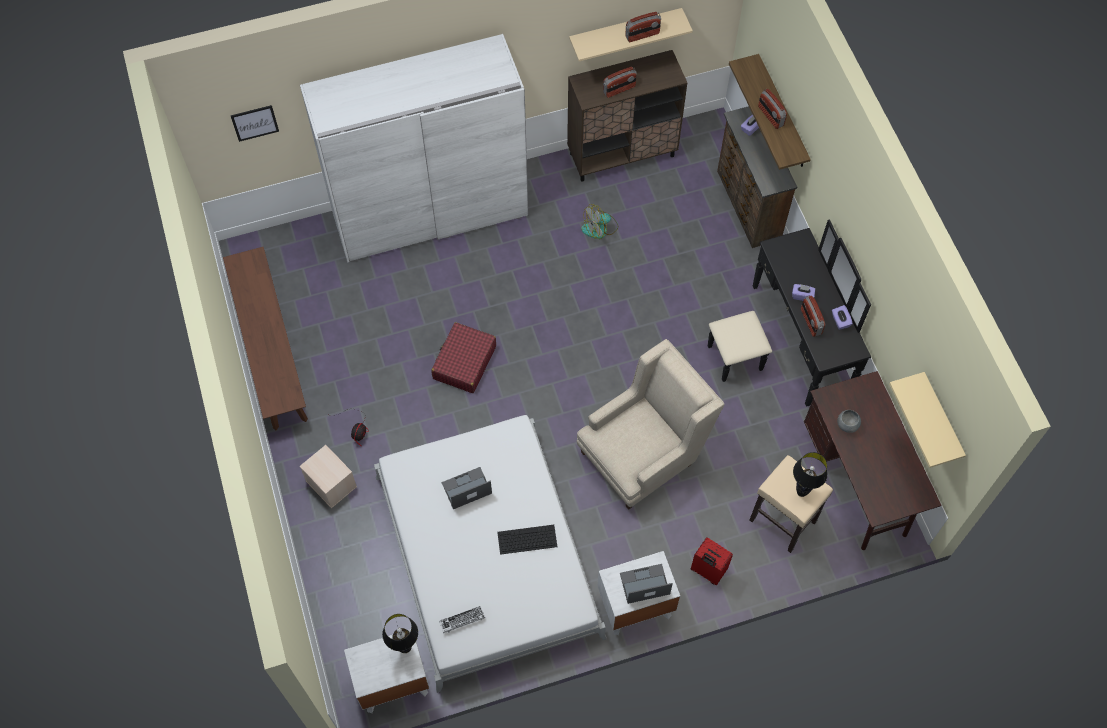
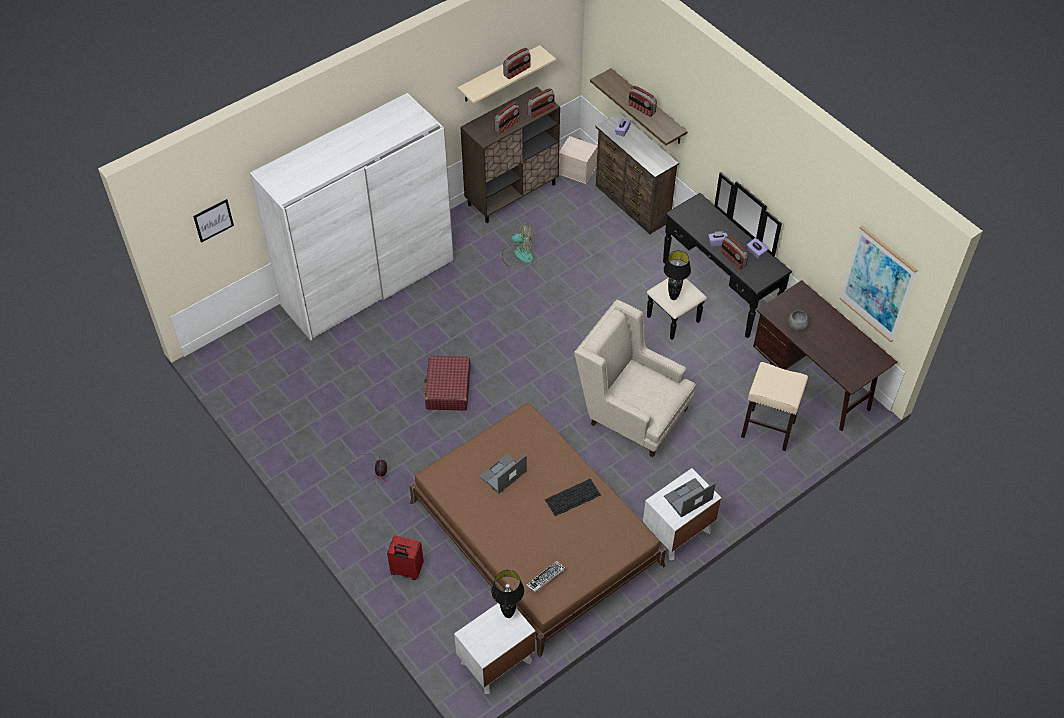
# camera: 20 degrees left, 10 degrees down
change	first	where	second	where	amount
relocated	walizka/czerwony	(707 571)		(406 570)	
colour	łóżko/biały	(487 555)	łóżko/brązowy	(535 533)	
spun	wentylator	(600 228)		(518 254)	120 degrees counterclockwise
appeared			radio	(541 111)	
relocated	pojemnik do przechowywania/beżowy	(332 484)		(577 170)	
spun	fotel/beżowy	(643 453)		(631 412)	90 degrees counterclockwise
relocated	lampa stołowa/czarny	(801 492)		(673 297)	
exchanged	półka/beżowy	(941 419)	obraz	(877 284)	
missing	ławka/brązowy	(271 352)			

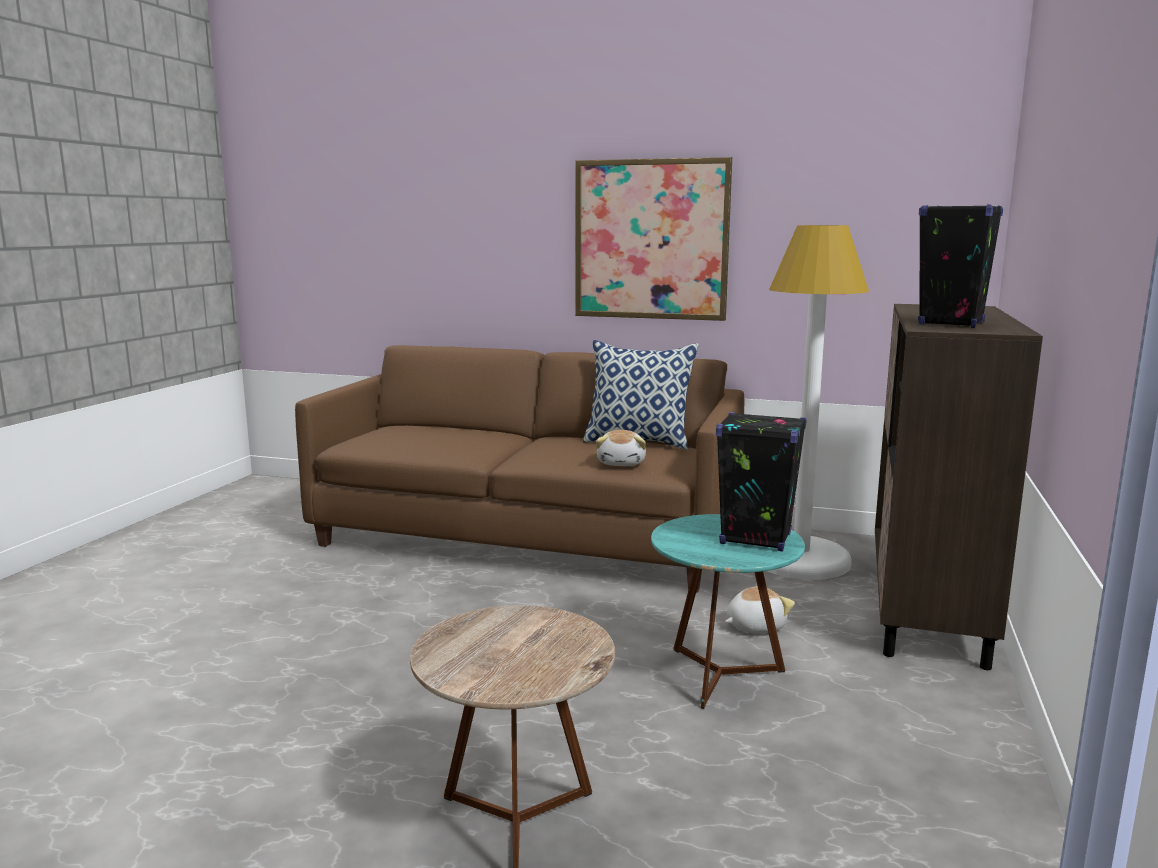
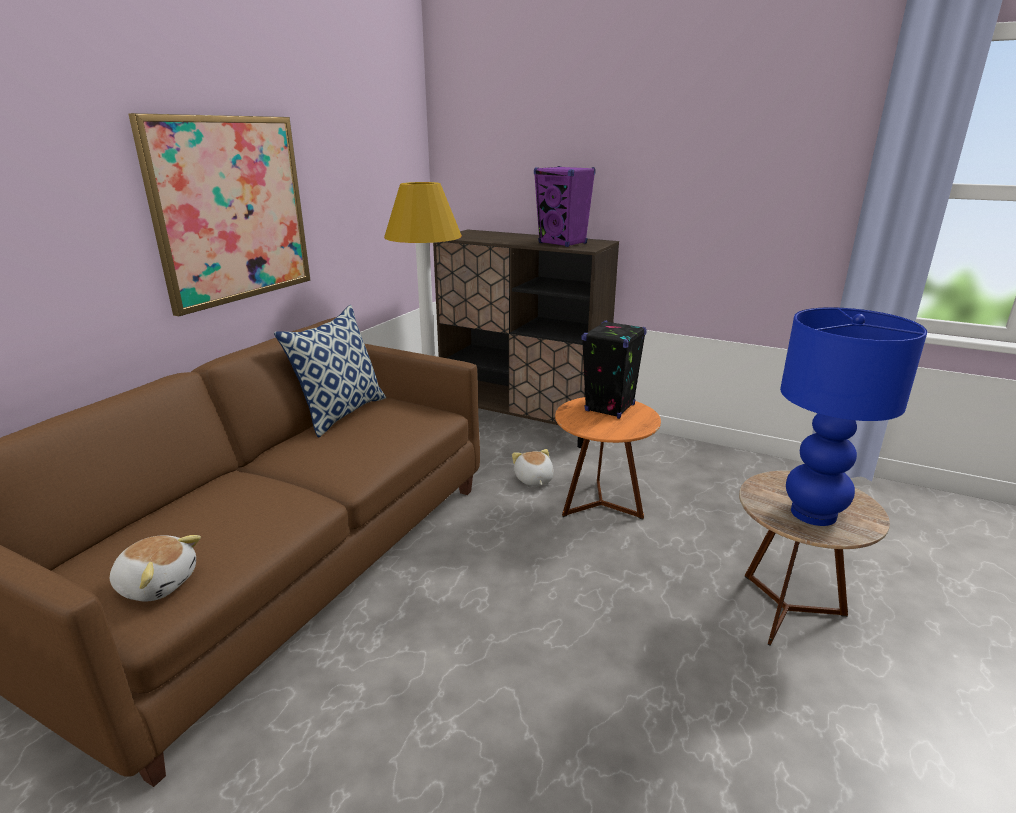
# camera: 80 degrees left, 10 degrees up
change	first	where	second	where	amount
relocated	pluszak	(622 463)		(158 583)	
colour	głośnik/czarny	(951 323)	głośnik/fioletowy	(563 243)	
colour	stolik/turkusowy	(721 675)	stolik/pomarańczowy	(601 505)	
appeared			lampa stołowa/niebieski	(814 514)	

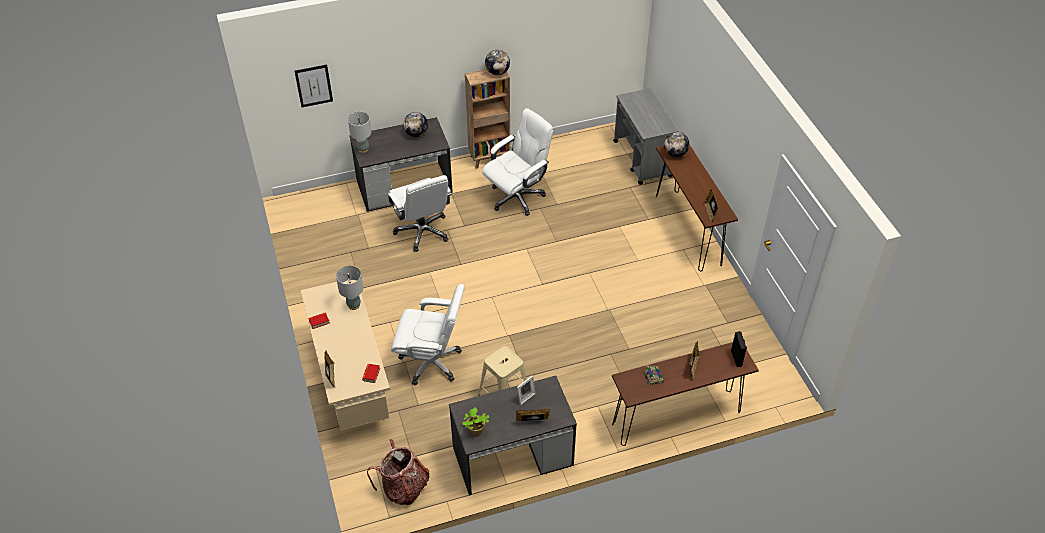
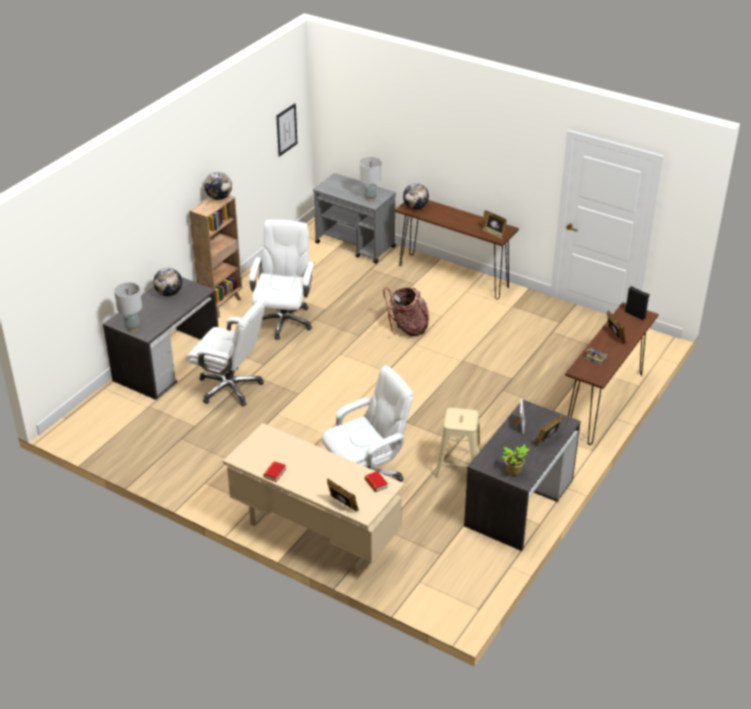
# camera: 40 degrees left, 10 degrees down
change	first	where	second	where	amount
relocated	obraz	(314 85)		(286 129)	
relocated	lampa stołowa/szary	(354 305)		(370 198)	
relocated	plecak	(404 488)		(407 328)	

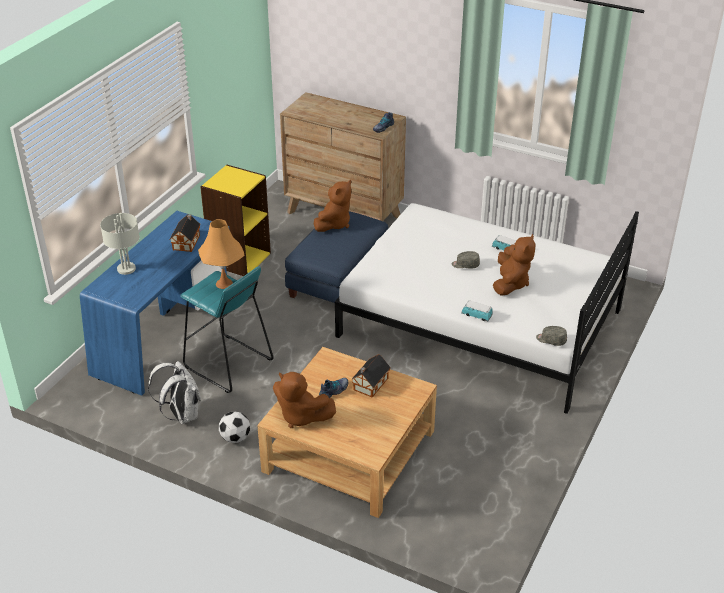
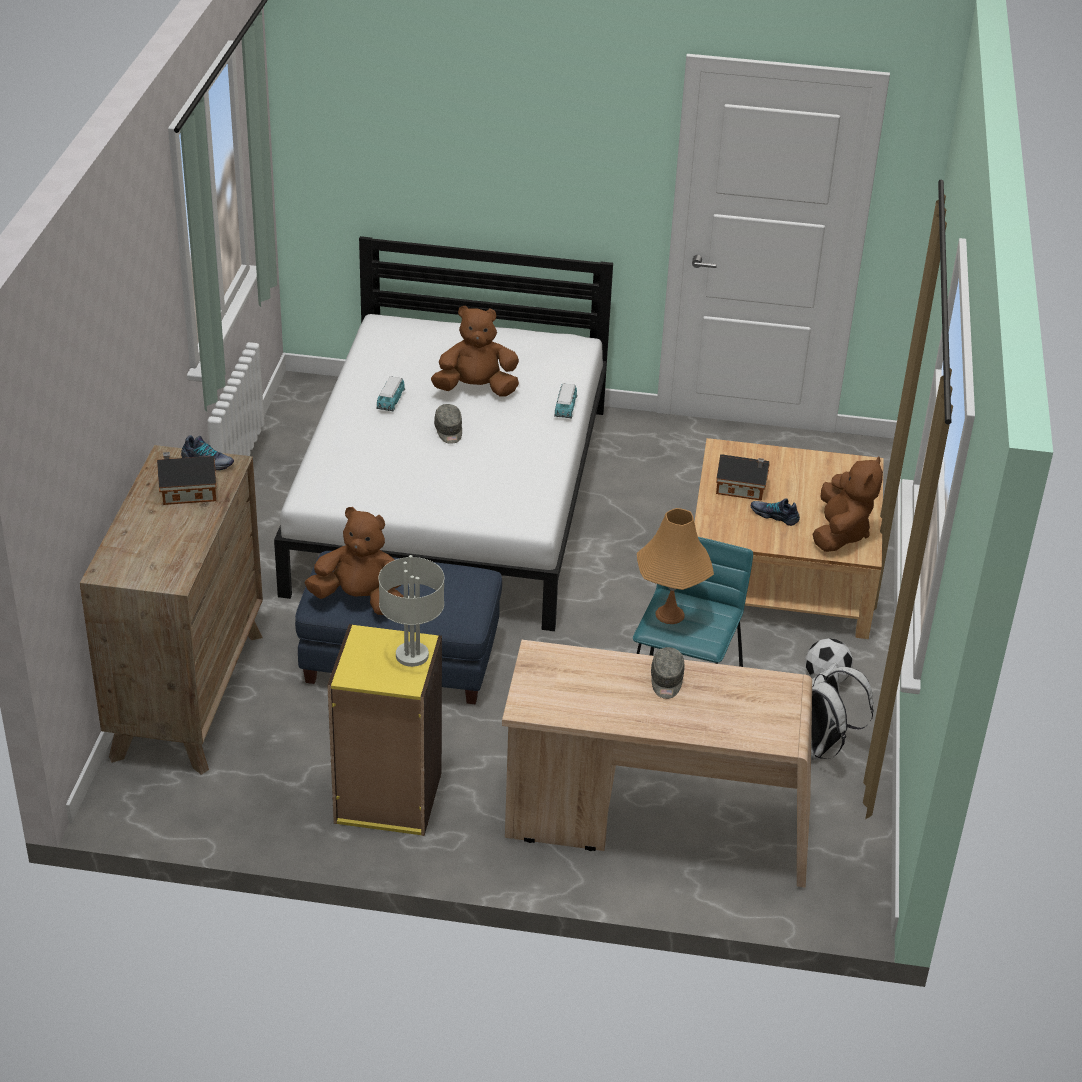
# camera: 110 degrees left, 0 degrees up
change	first	where	second	where	amount
relocated	domek	(187 242)		(186 492)	
relocated	lampa stołowa/szary	(126 269)		(413 656)	
colour	biurko/niebieski	(165 337)	biurko/beżowy	(656 826)	
relocated	czapka z daszkiem/szary	(551 340)		(666 681)	

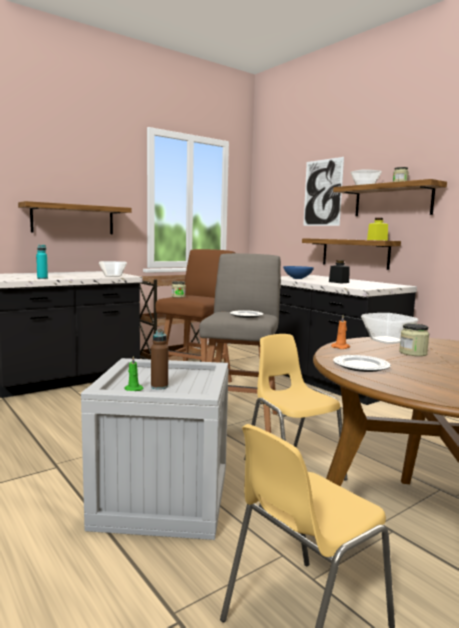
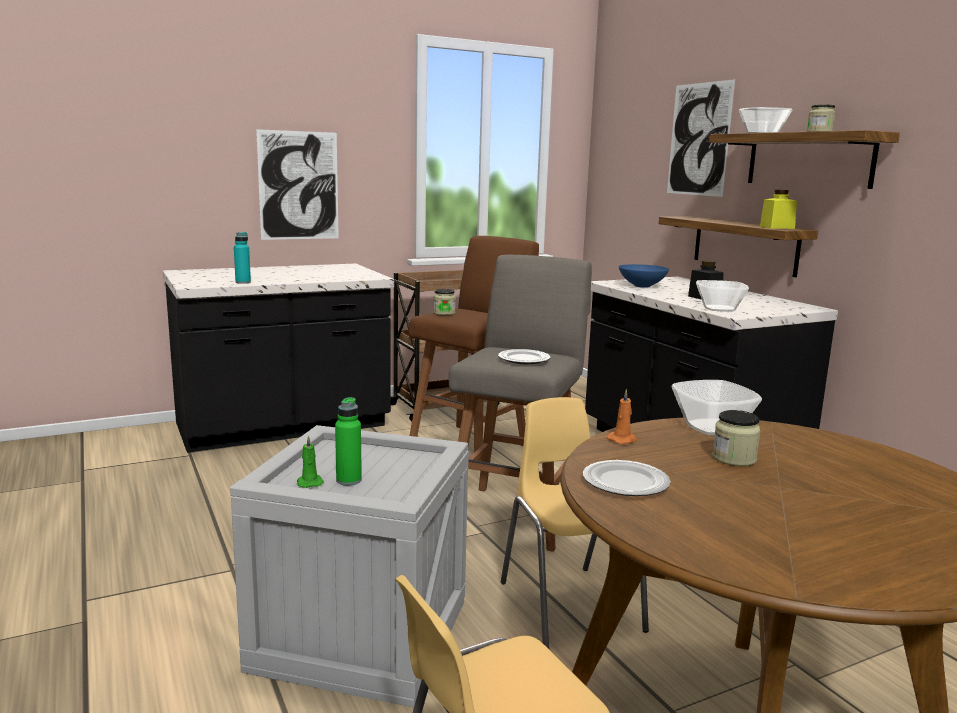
# camera: 10 degrees right, 5 degrees up
change	first	where	second	where	amount
exchanged	półka	(73 219)	obraz	(298 186)	
colour	butelka/brązowy	(159 387)	butelka/zielony	(348 480)	
relocated	miska	(113 276)		(720 309)	

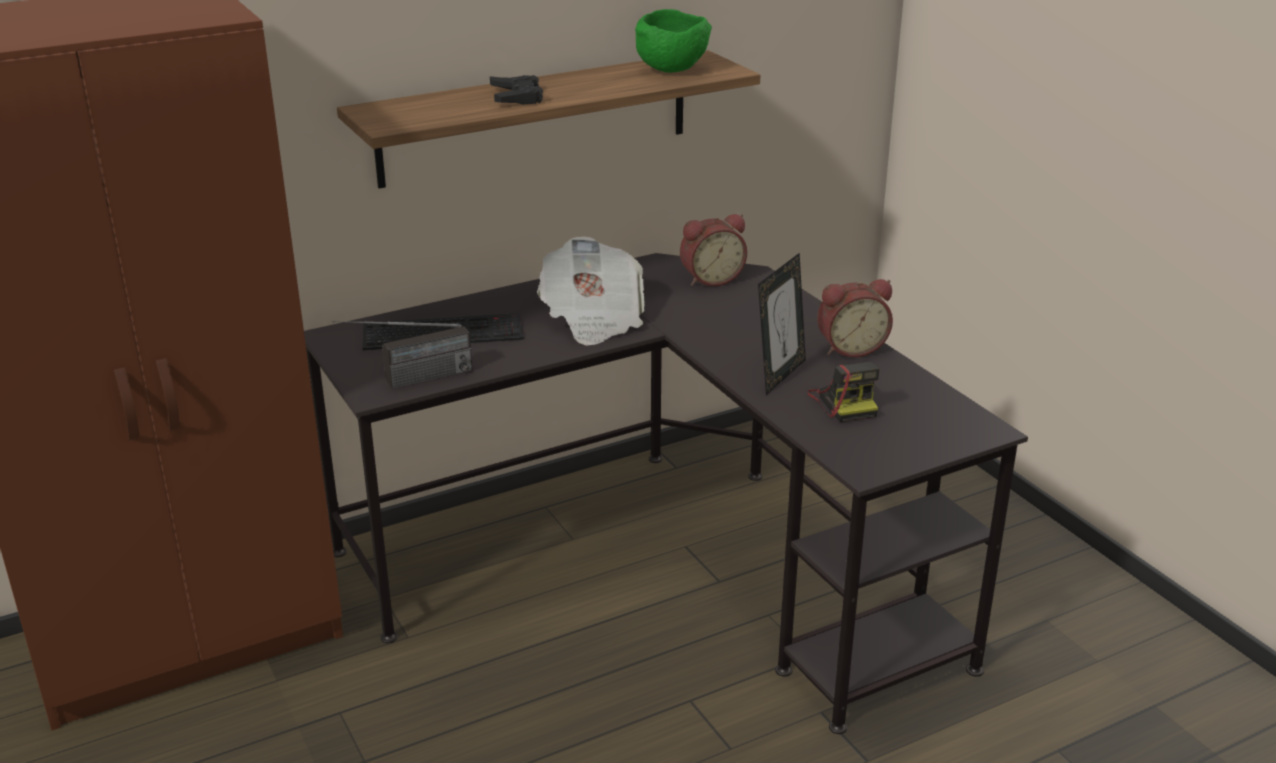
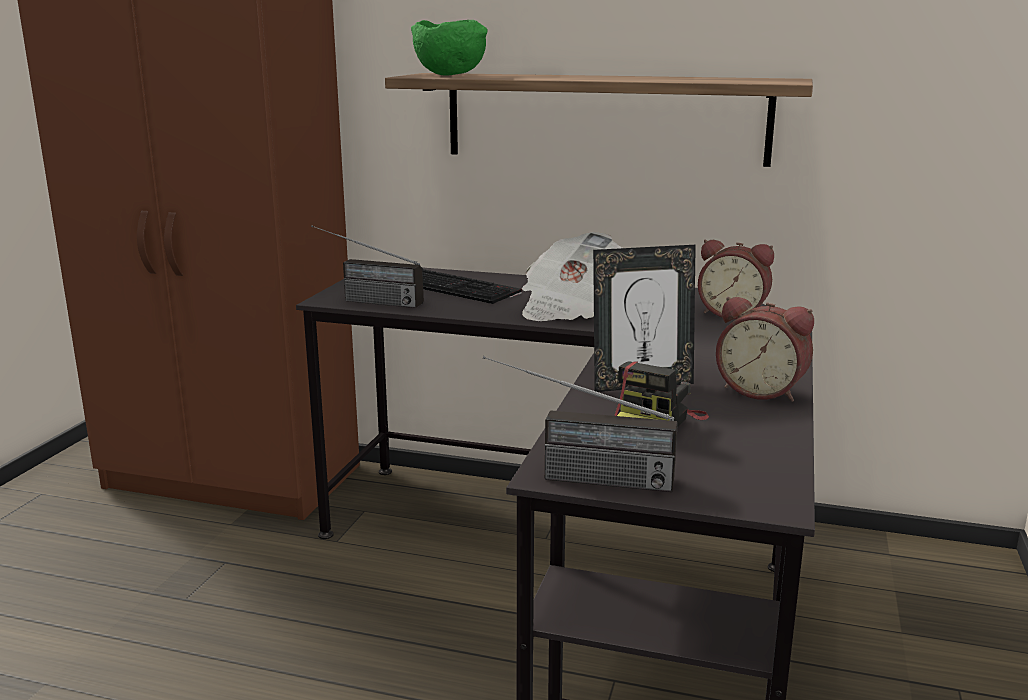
# camera: 45 degrees right, 10 degrees down
change	first	where	second	where	amount
relocated	miska/zielony	(672 69)		(452 75)	
appeared			radio	(574 477)	
missing	pad do gier/czarny	(516 97)			

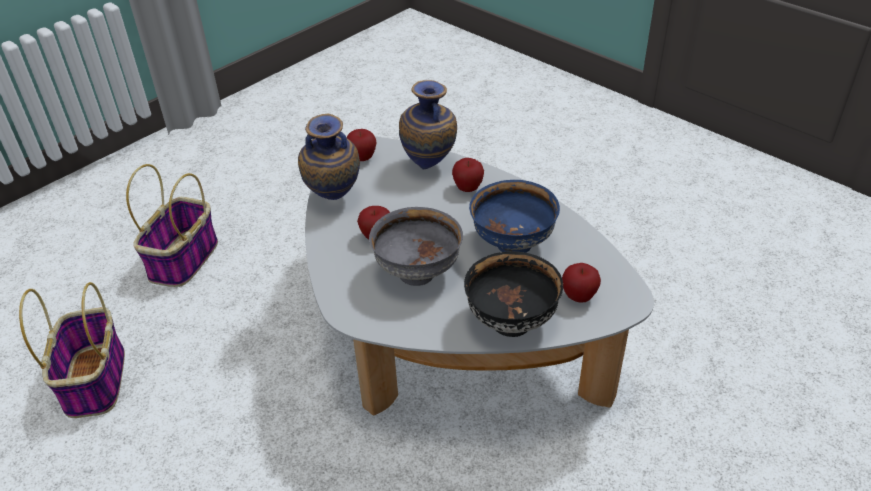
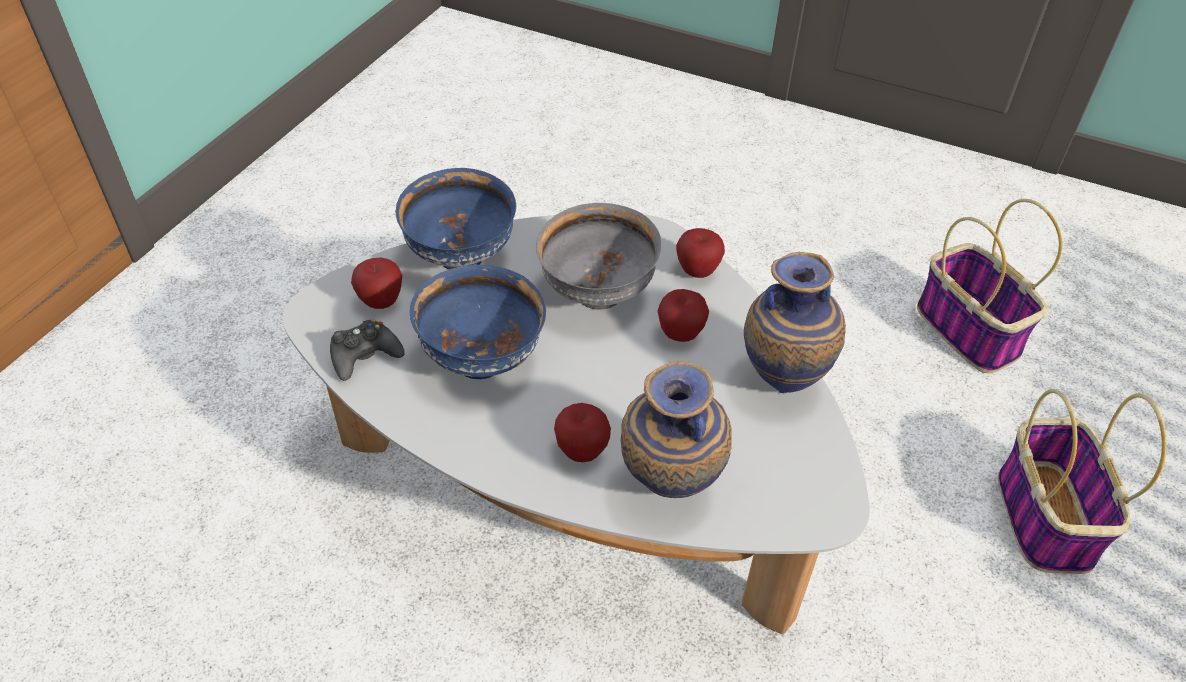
# camera: 160 degrees right, 5 degrees up
change	first	where	second	where	amount
appeared			pad do gier/czarny	(365 355)	
colour	miska/czarny	(510 322)	miska/niebieski	(462 257)	
relocated	jabłko	(362 158)		(697 271)	

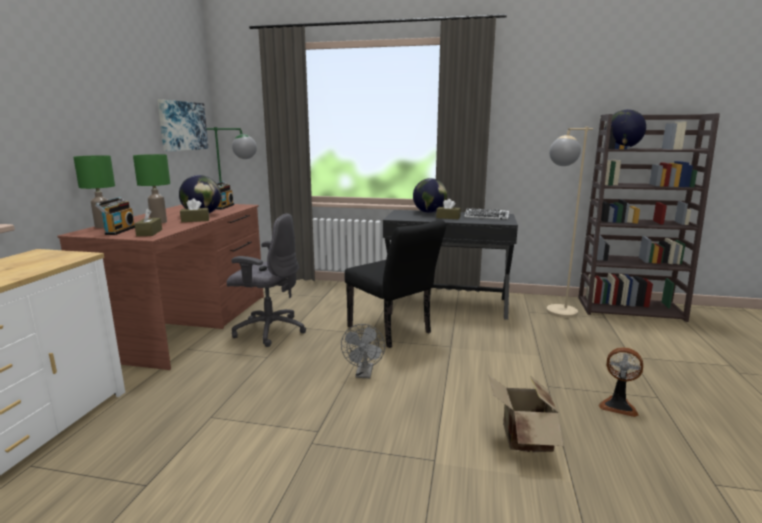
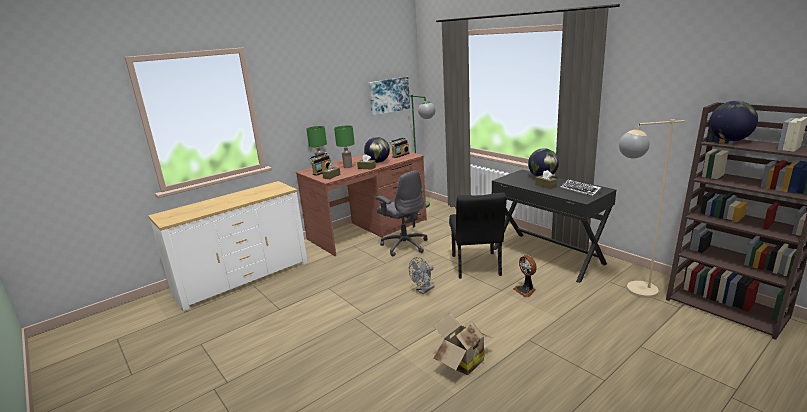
# camera: 40 degrees right, 5 degrees up
change	first	where	second	where	amount
relocated	wentylator	(618 405)		(525 290)	

